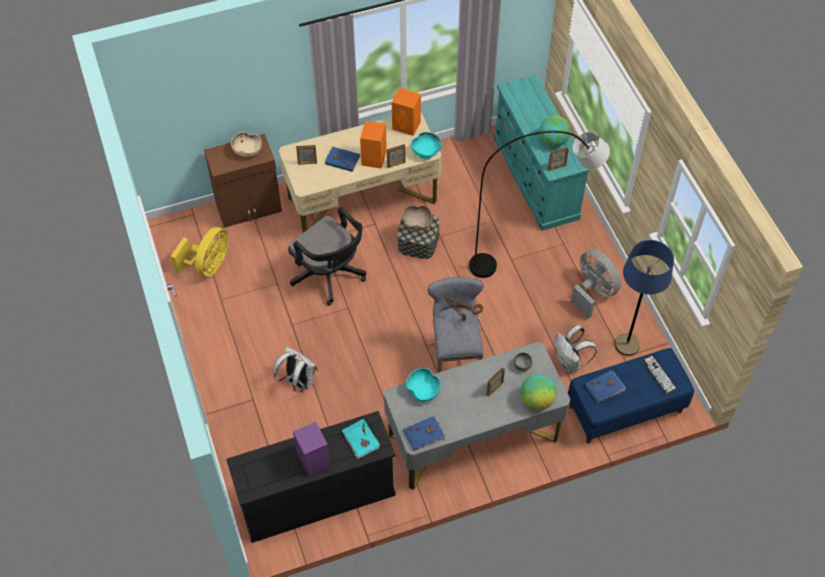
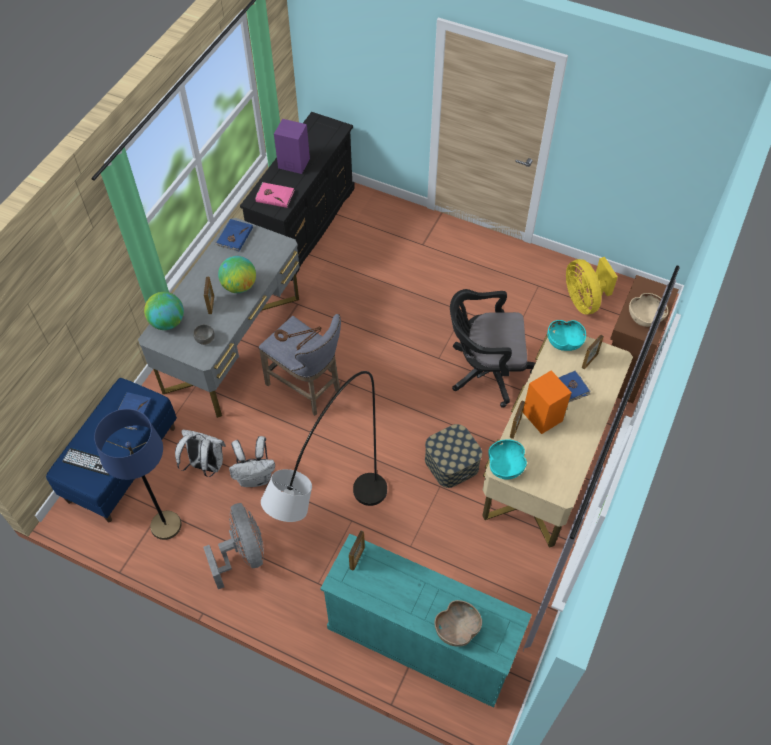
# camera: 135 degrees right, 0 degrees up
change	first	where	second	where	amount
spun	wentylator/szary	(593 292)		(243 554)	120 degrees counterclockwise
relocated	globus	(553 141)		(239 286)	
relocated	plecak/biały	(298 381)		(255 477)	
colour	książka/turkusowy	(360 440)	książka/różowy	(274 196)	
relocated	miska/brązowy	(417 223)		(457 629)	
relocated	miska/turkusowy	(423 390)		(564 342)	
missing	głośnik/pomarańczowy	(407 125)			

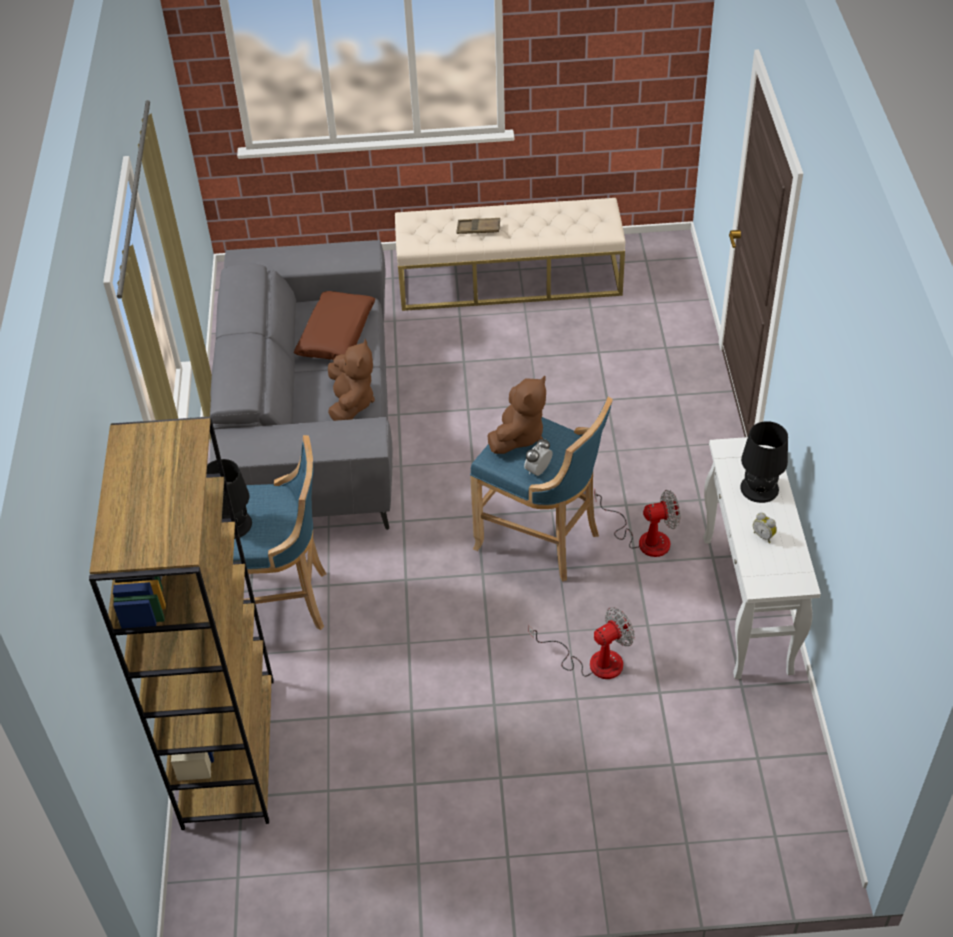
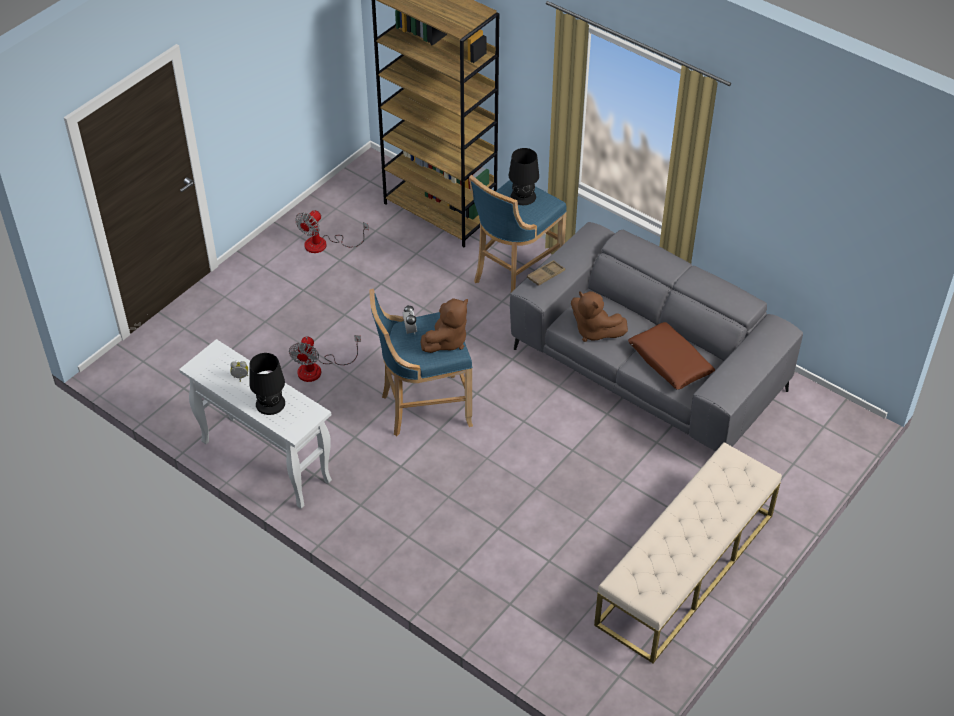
# camera: 130 degrees right, 0 degrees up
change	first	where	second	where	amount
relocated	wentylator	(644 538)		(324 244)	
spun	pluszak/brązowy	(518 435)		(447 341)	120 degrees counterclockwise
relocated	taca/brązowy	(478 229)		(545 275)	

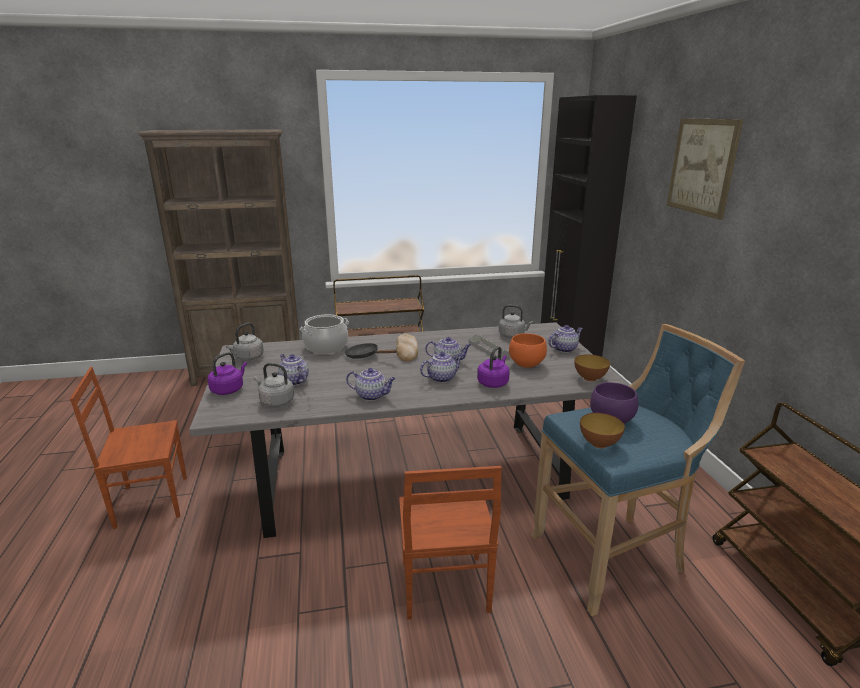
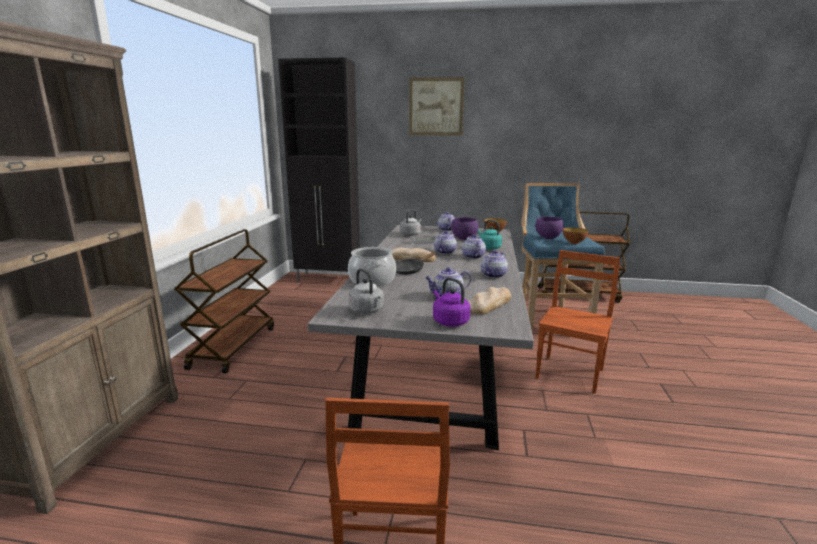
# camera: 70 degrees left, 5 degrees down
change	first	where	second	where	amount
colour	miska/pomarańczowy	(525 364)	miska/fioletowy	(464 239)	
exchanged	czajnik/szary	(275 401)	chleb	(488 304)	
colour	czajnik/fioletowy	(493 382)	czajnik/turkusowy	(488 248)	
spun	krzesło/brązowy	(443 588)		(571 373)	75 degrees counterclockwise

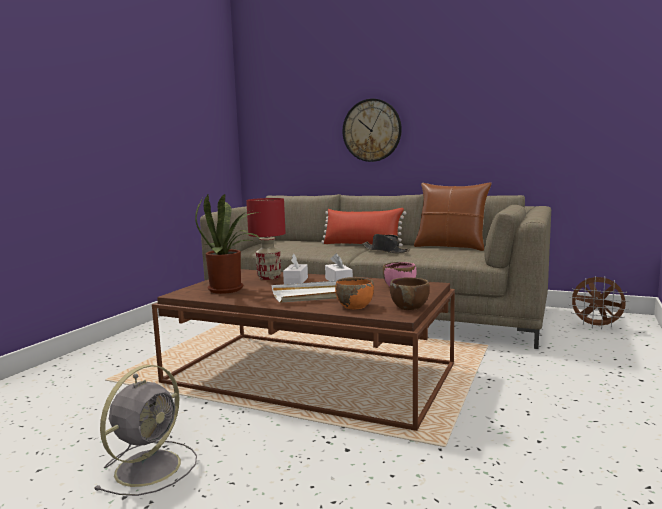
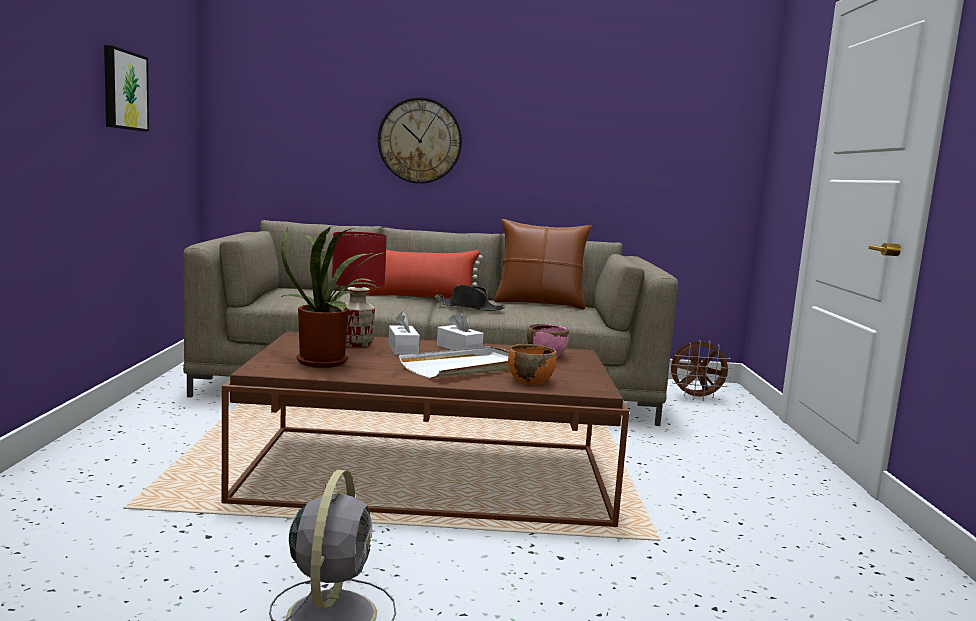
# camera: 25 degrees left, 0 degrees up
change	first	where	second	where	amount
appeared			obraz	(123 90)	
missing	miska/brązowy	(409 307)			

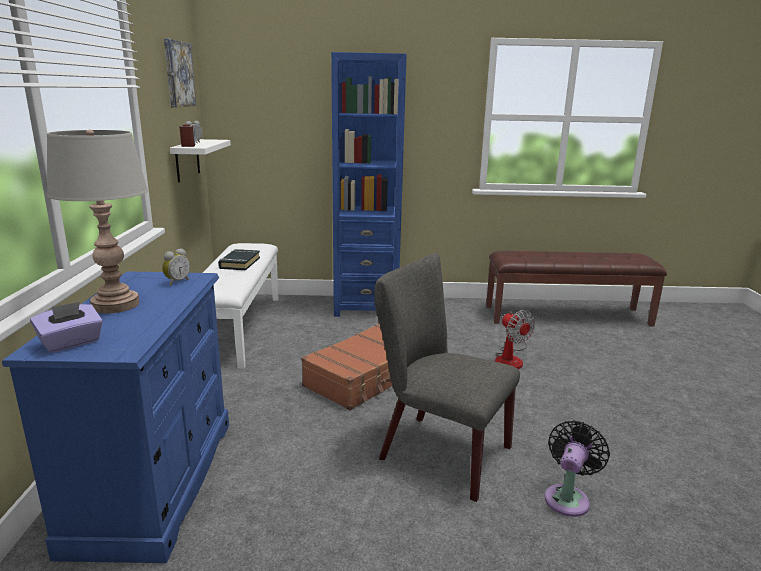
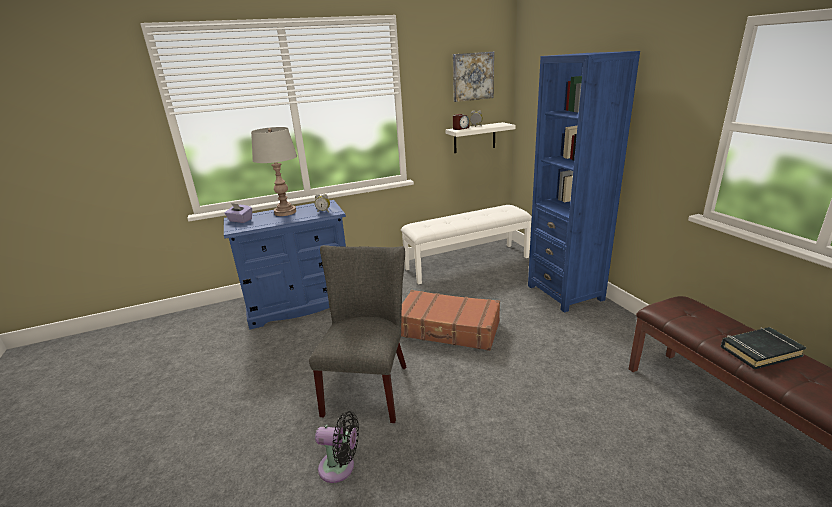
# camera: 70 degrees right, 5 degrees up
change	first	where	second	where	amount
relocated	książka/czarny	(239 263)		(759 351)	
missing	wentylator	(511 359)			

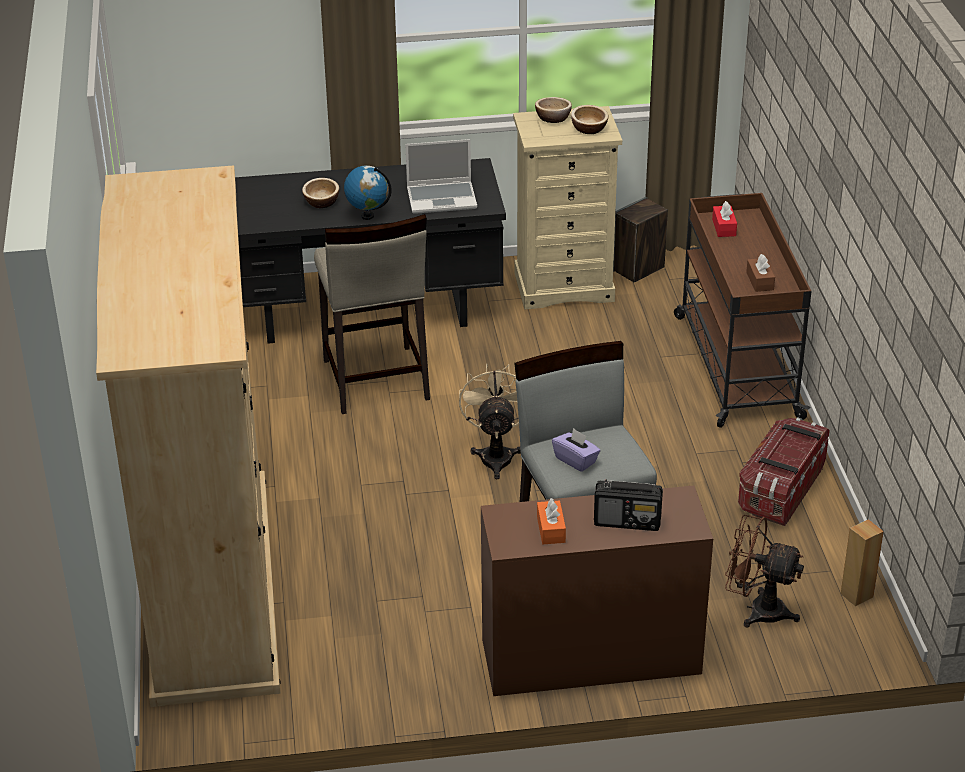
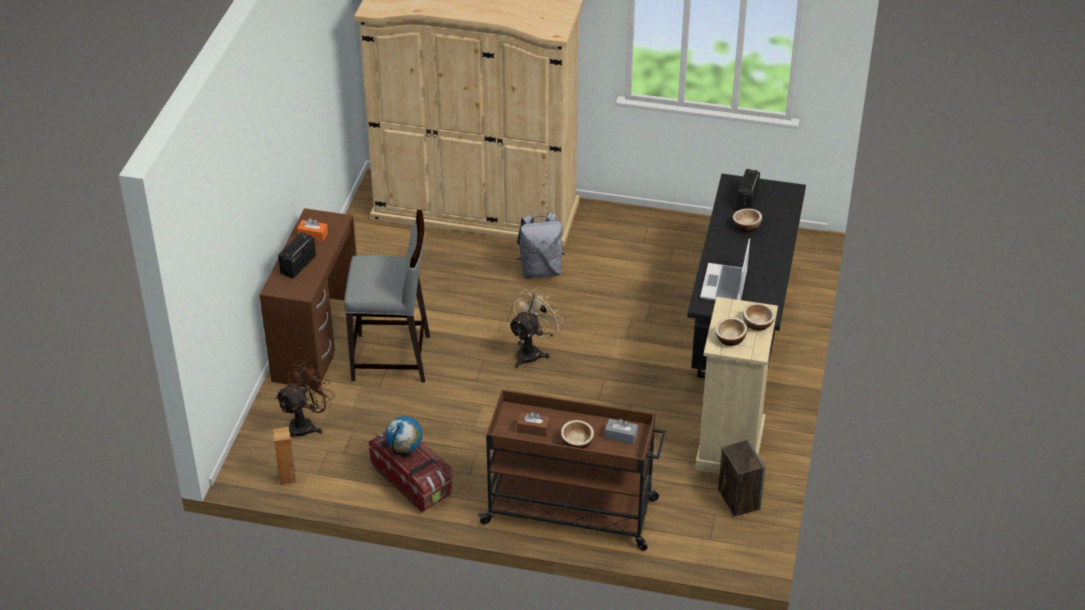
# camera: 110 degrees right, 5 degrees up
change	first	where	second	where	amount
relocated	globus	(367 216)		(405 453)	
spun	wentylator/beżowy	(496 454)		(532 352)	75 degrees counterclockwise
appeared			plecak/szary	(540 270)	
appeared			miska	(577 442)	
colour	pudełko chusteczek/czerwony	(724 227)	pudełko chusteczek/szary	(621 436)	
appeared			radio	(747 201)	
missing	stołek/beżowy	(375 380)			
missing	pudełko chusteczek/fioletowy	(576 460)			

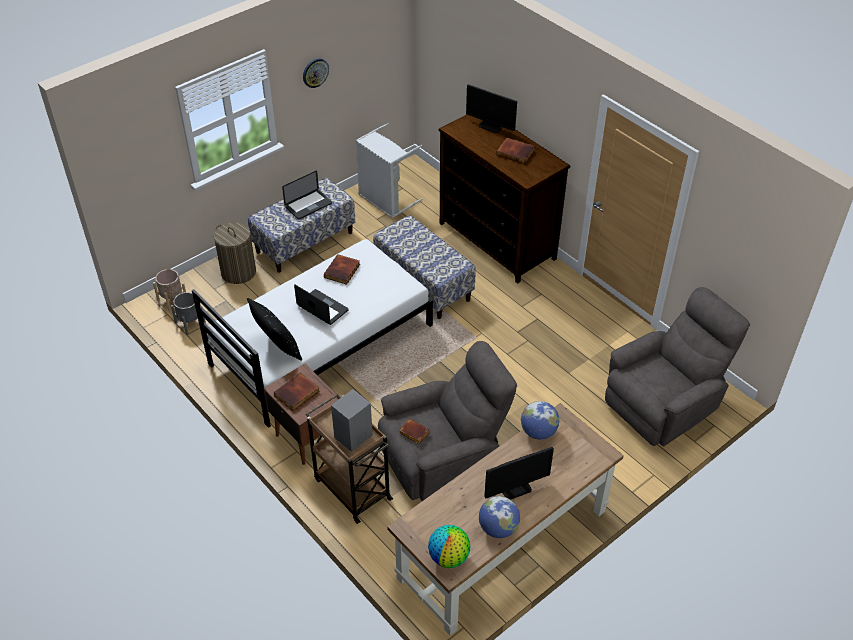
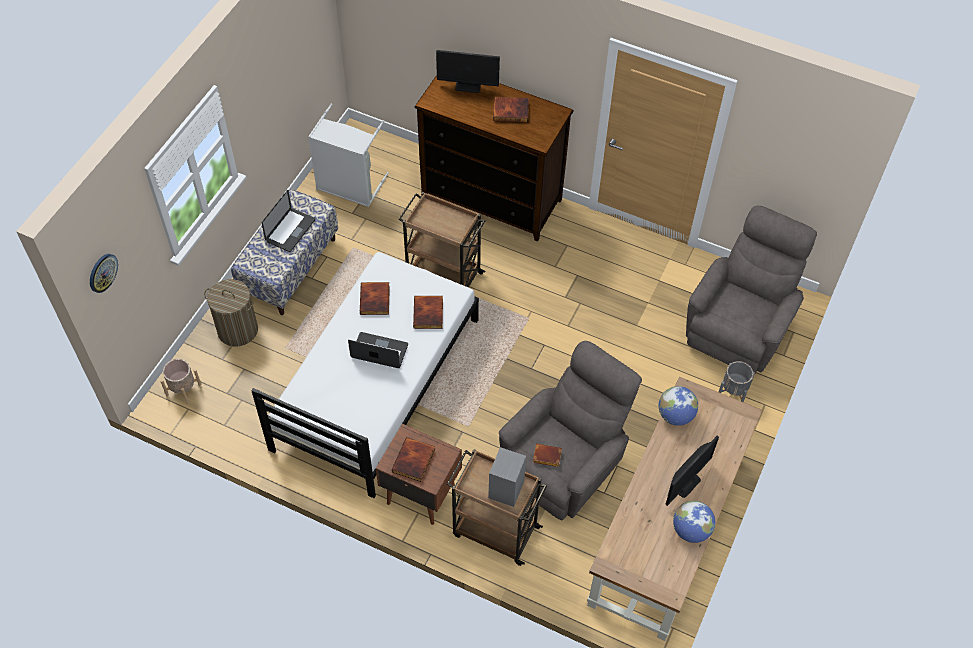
# camera: 25 degrees left, 10 degrees up
change	first	where	second	where	amount
relocated	zegar ścienny	(315 72)		(102 272)	
exchanged	ławka	(423 284)	wózek/brązowy	(443 275)	
appeared			książka	(429 314)	
relocated	donica/szary	(190 323)		(733 392)	
missing	poduszka/czarny	(277 348)			
missing	globus	(449 557)			

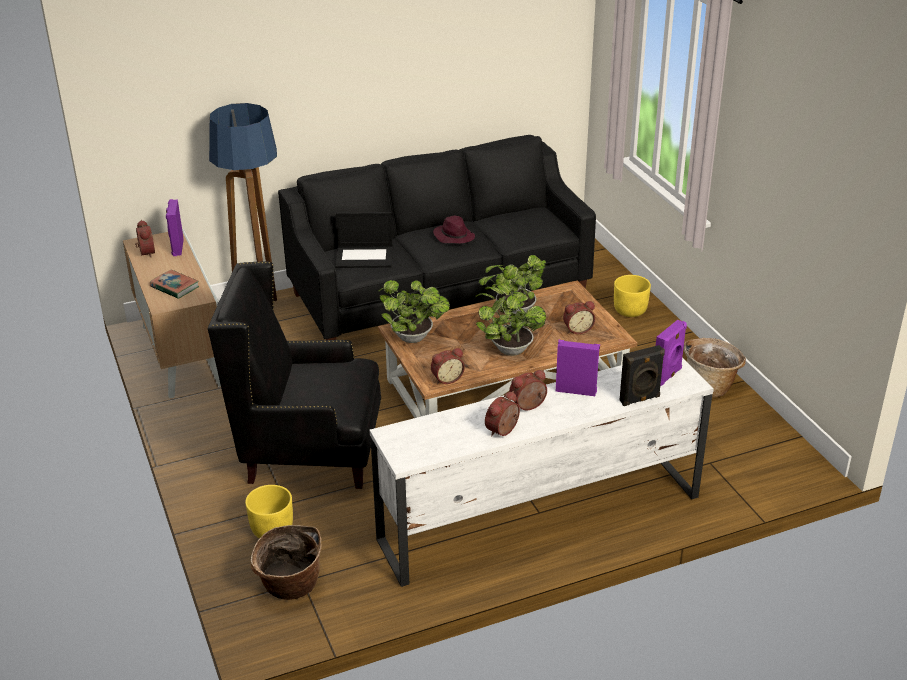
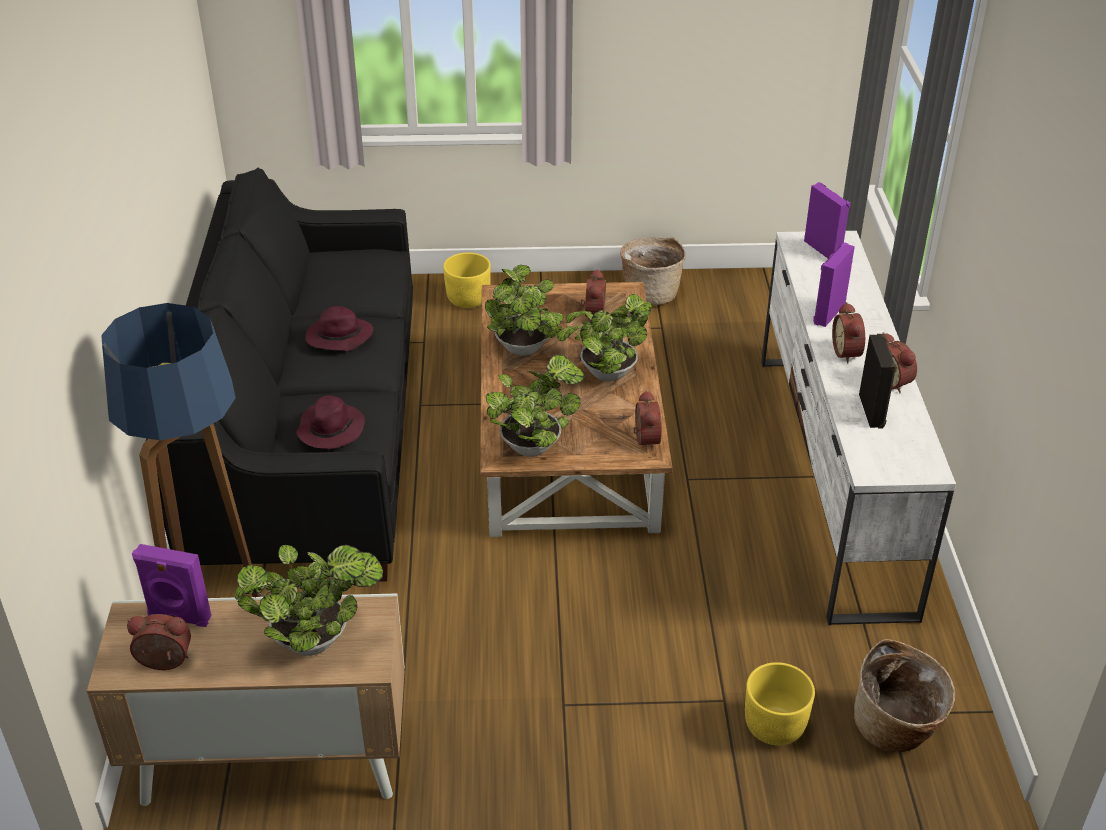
# camera: 70 degrees left, 5 degrees up
change	first	where	second	where	amount
exchanged	książka	(174 287)	roślina doniczkowa	(317 639)	
exchanged	laptop	(365 257)	kapelusz/fioletowy	(330 429)	
relocated	głośnik/czarny	(640 399)		(873 411)	
missing	fotel/czarny	(309 457)			

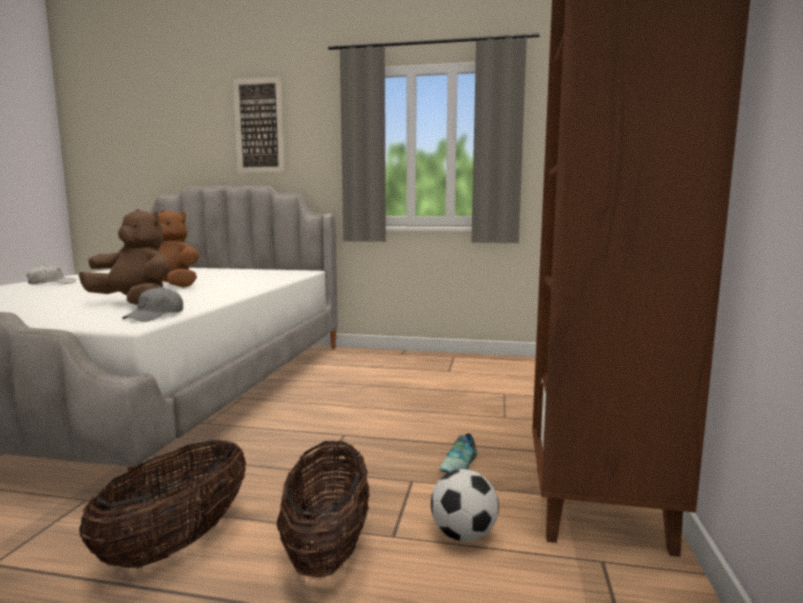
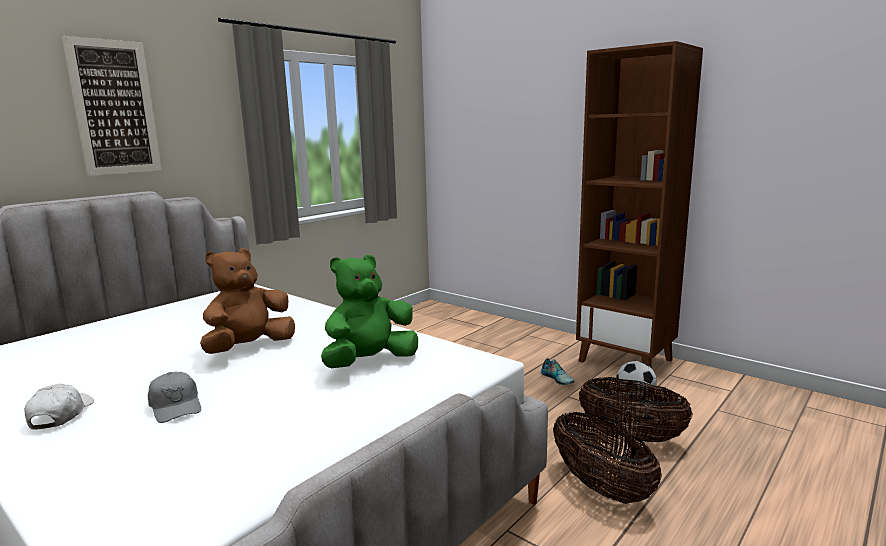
# camera: 60 degrees left, 5 degrees up
change	first	where	second	where	amount
relocated	czapka z daszkiem/szary	(155 316)		(176 406)	
colour	pluszak/brązowy	(134 304)	pluszak/zielony	(370 362)	

